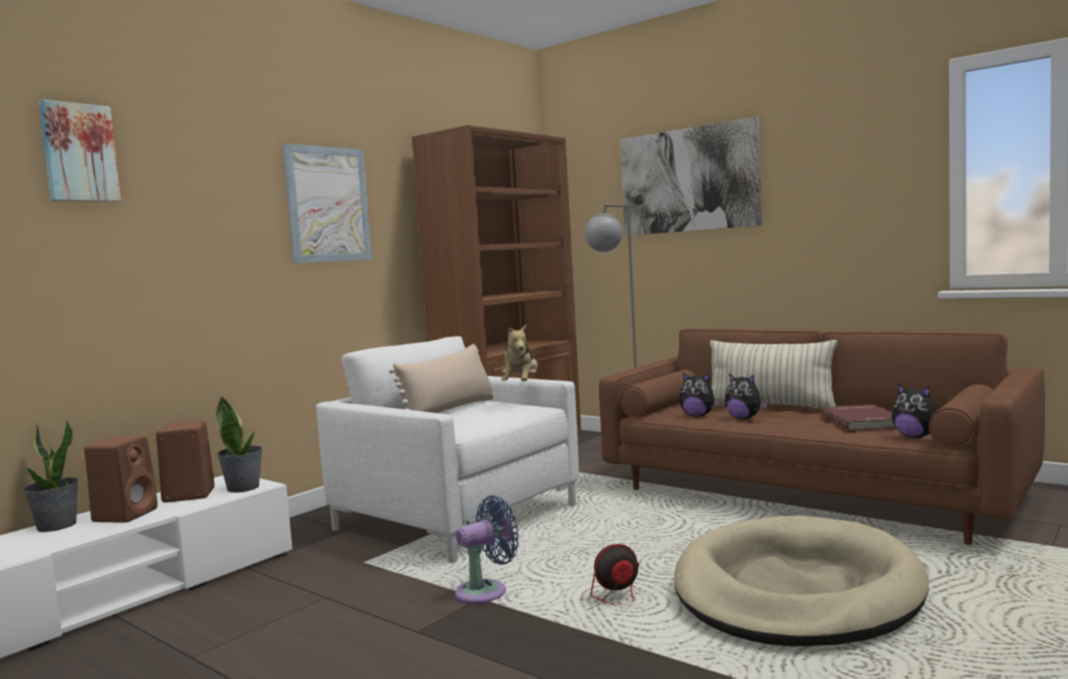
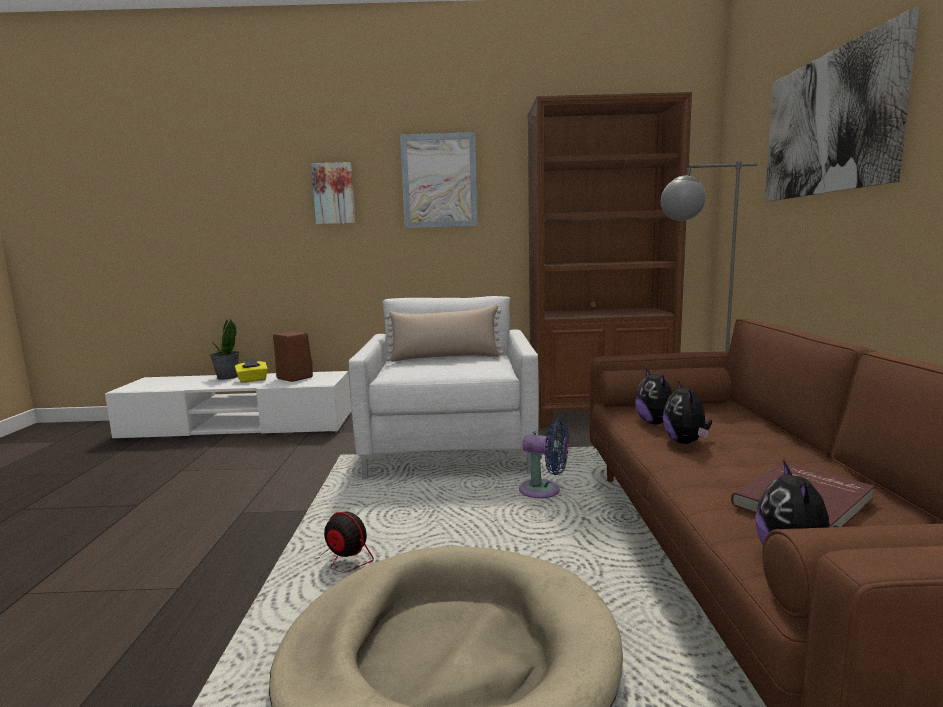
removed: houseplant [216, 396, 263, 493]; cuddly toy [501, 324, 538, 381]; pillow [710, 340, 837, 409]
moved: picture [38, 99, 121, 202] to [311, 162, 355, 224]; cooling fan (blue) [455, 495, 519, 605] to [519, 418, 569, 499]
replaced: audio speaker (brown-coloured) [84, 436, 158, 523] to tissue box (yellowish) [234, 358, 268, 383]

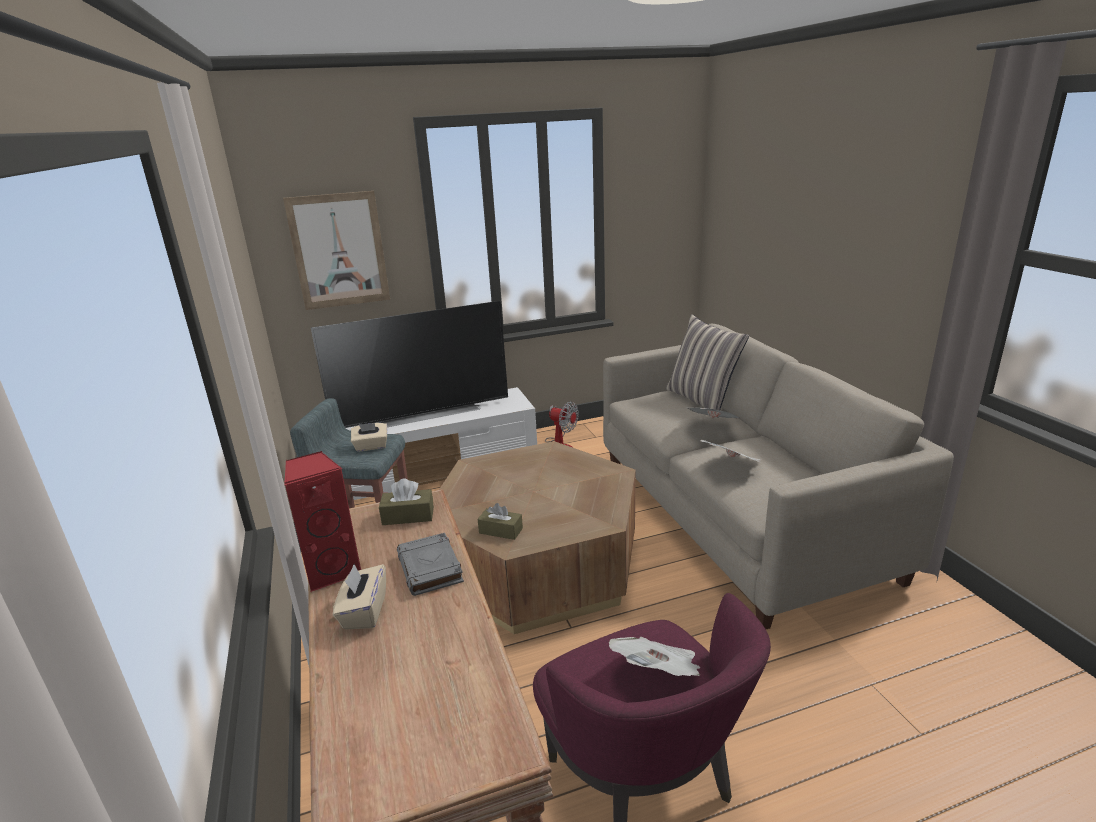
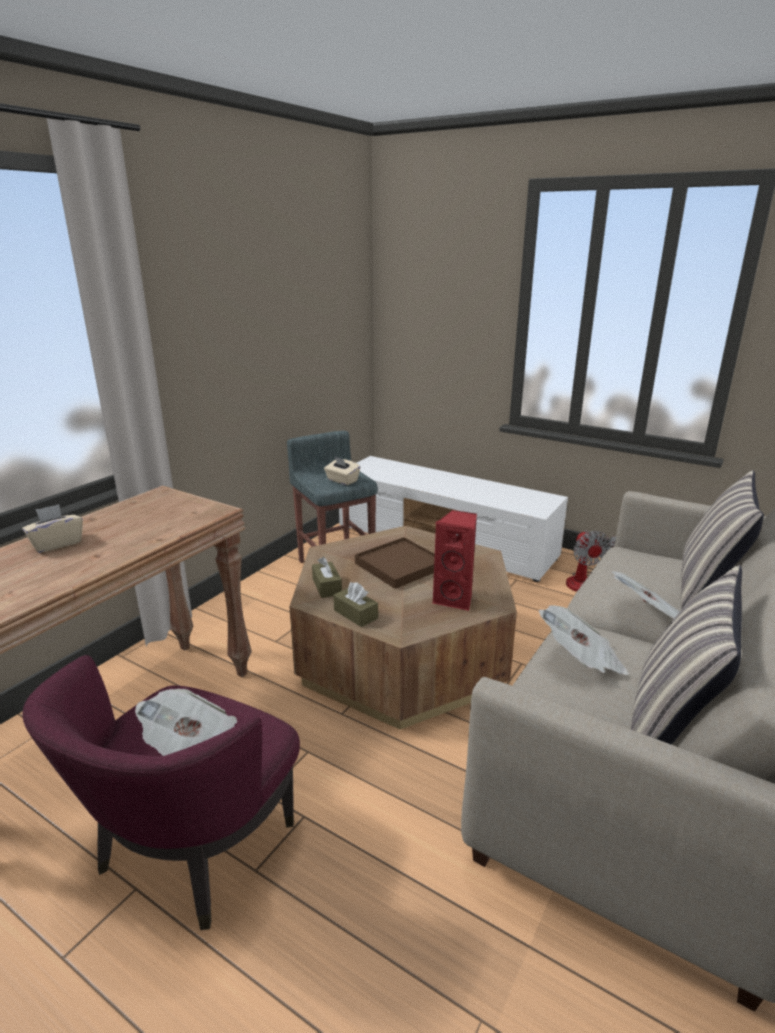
removed: picture [283, 191, 390, 310]; TV [311, 301, 508, 428]; bound book (greyish) [397, 533, 464, 596]
added: tray (brown-coloured) [355, 537, 435, 589]; pillow [631, 564, 742, 744]
moved: audio speaker (red-coloured) [284, 451, 361, 592] to [433, 510, 477, 611]; tissue box (brown-coloured) [379, 478, 434, 525] to [333, 582, 378, 627]

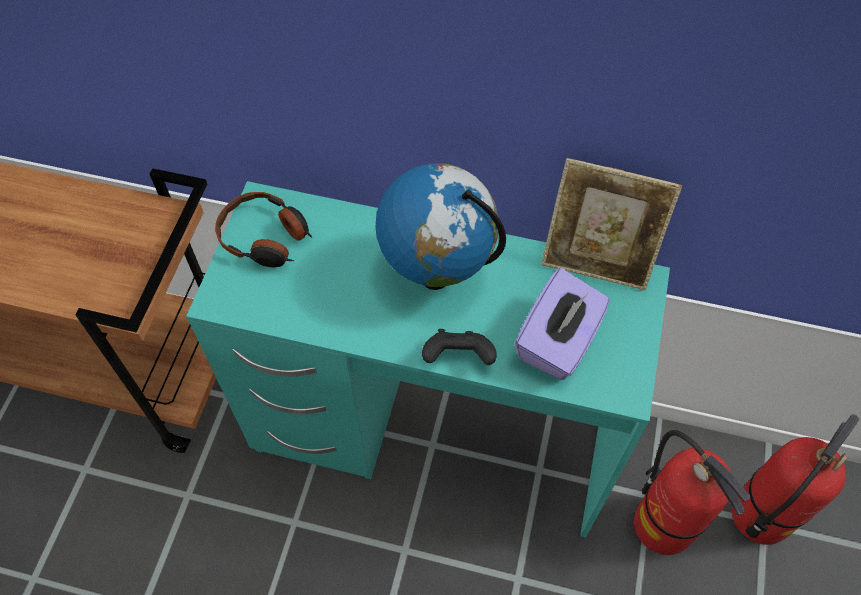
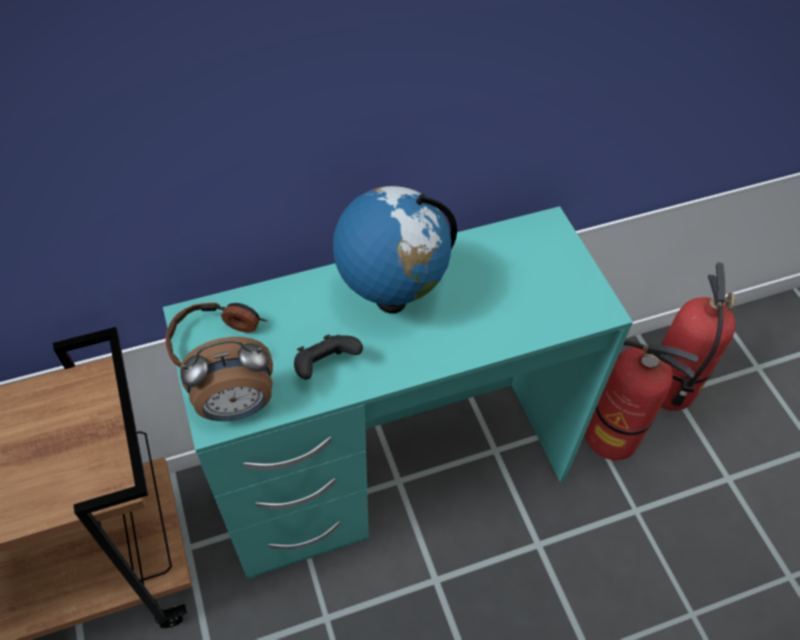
removed: tissue box (purple) [515, 268, 610, 380]; picture frame [541, 158, 682, 290]
added: bedside clock [180, 337, 273, 421]
moved: game controller (black-coloured) [422, 329, 497, 365] to [294, 335, 363, 380]

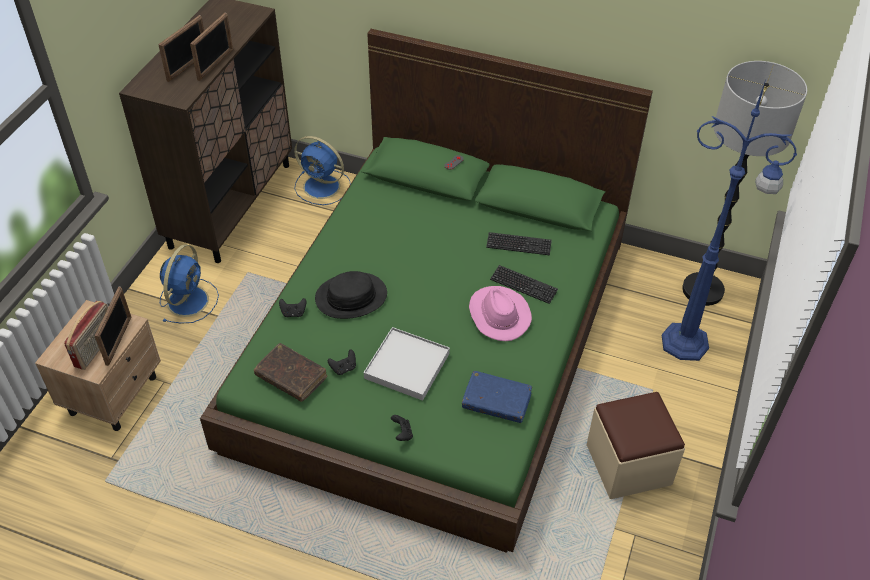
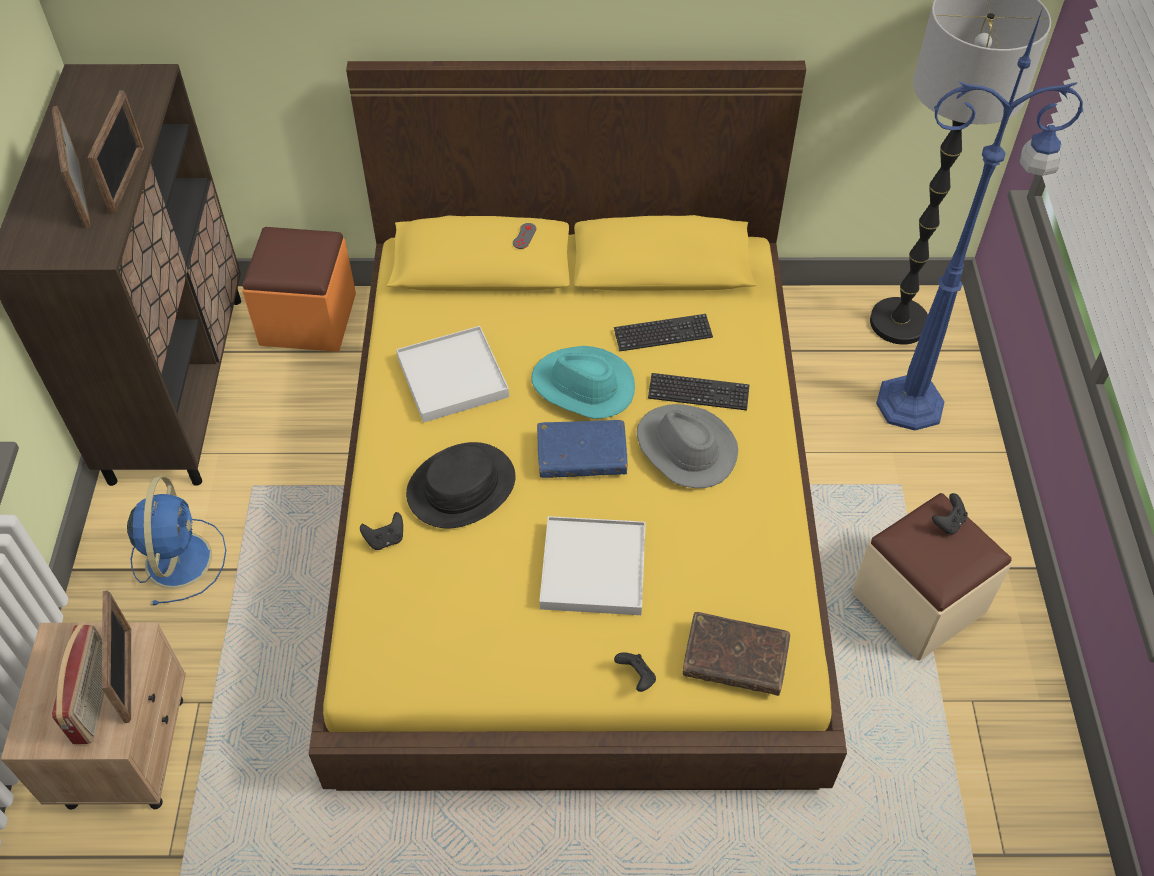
added: tray (white-coloured) [396, 326, 509, 423]; wearable hat (turquoise) [531, 346, 635, 419]
moved: bound book (brown-coloured) [254, 343, 327, 402] to [683, 612, 790, 696]; game controller (black-coloured) [328, 349, 356, 375] to [932, 493, 968, 535]; bound book (blue) [462, 371, 532, 423] to [537, 420, 628, 478]
replaced: cooling fan (blue) [294, 136, 350, 205] to ottoman (orange-coloured) [242, 227, 356, 352]
recoloured: bed (green-coloured) [200, 29, 653, 553] to bed (yellowish) [308, 61, 847, 791]; wearable hat (pink) [469, 286, 532, 341] to wearable hat (greyish) [637, 404, 738, 488]
turned: picture frame [158, 15, 204, 82] = [52, 106, 91, 228] 150 degrees clockwise

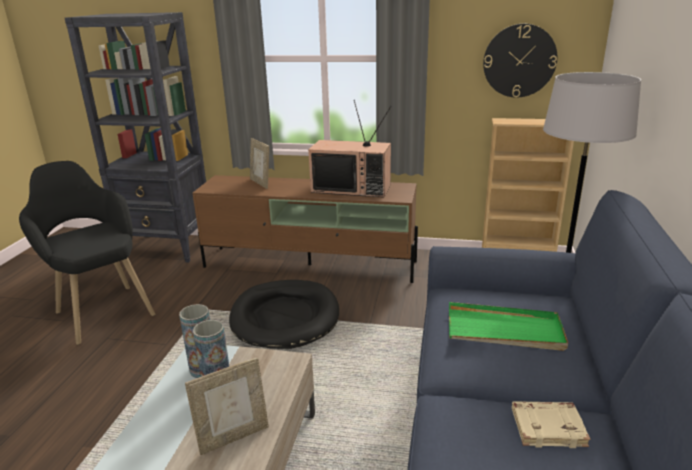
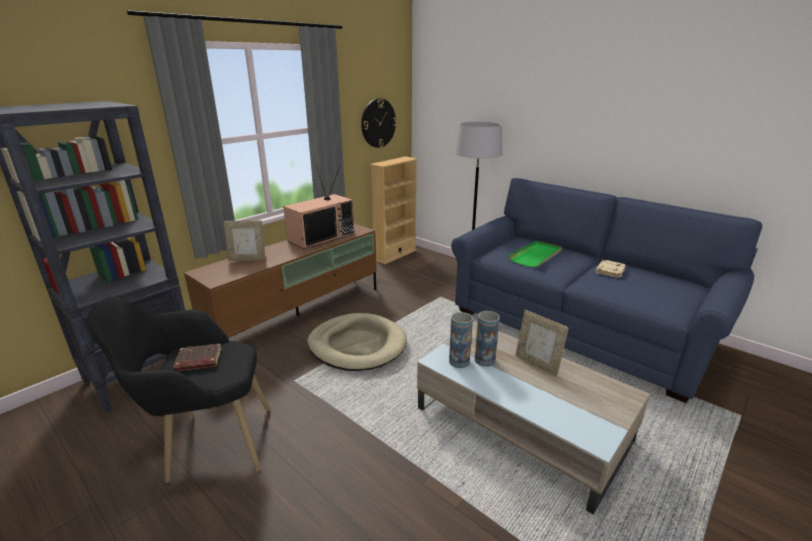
added: bound book (brown-coloured) [173, 344, 221, 371]
recoloured: dog bed (black-coloured) [229, 280, 339, 349] to dog bed (beige) [307, 313, 407, 371]
turned: picture frame [185, 358, 269, 455] = [515, 310, 569, 376] 135 degrees clockwise

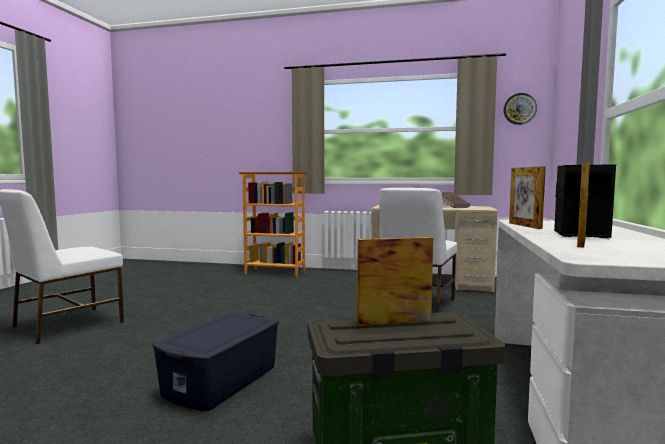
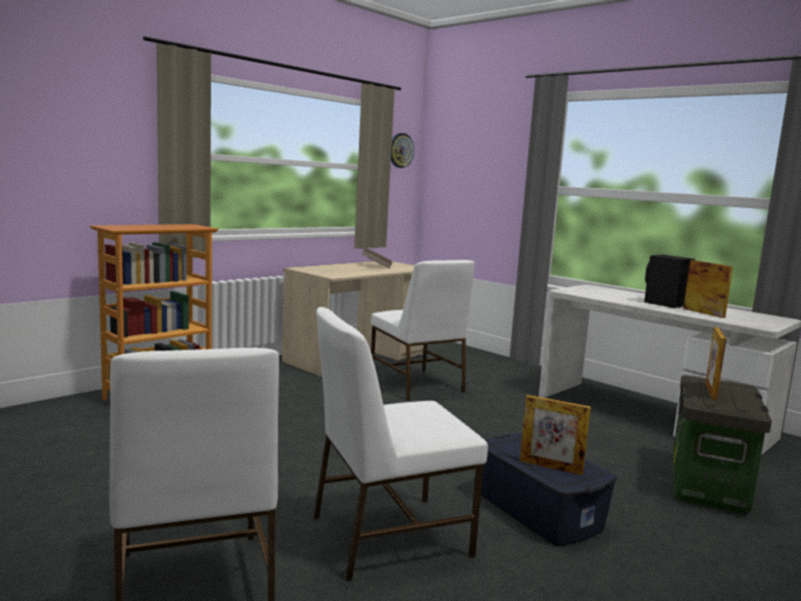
added: chair (white-coloured) [314, 307, 488, 581]
moved: picture frame [509, 166, 546, 229] to [520, 395, 591, 475]

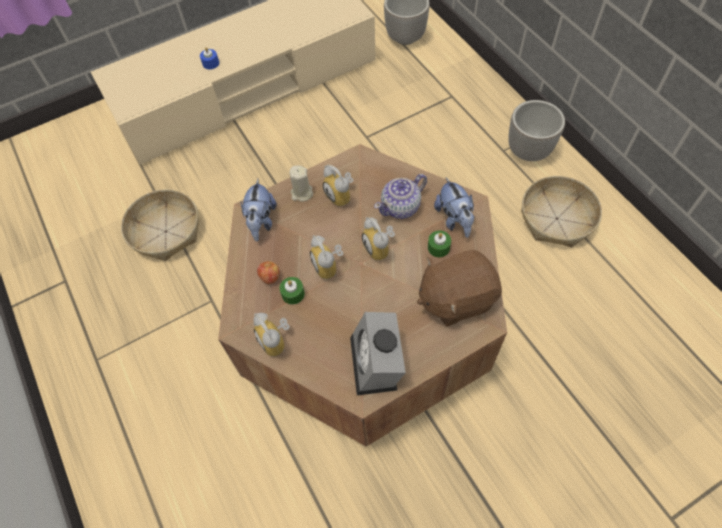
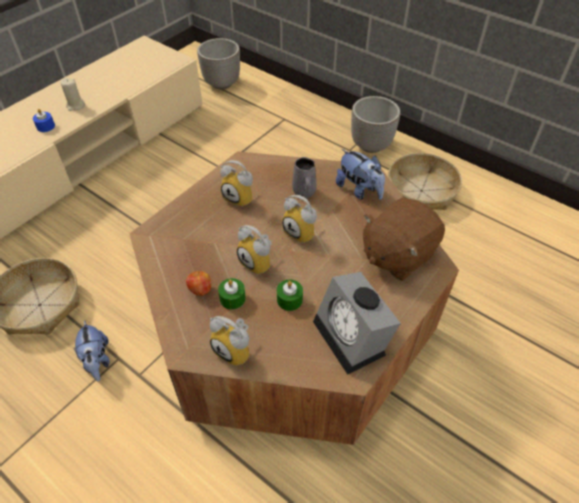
moved: cuddly toy [241, 179, 277, 241] to [73, 320, 110, 381]; candle (beige) [290, 165, 313, 202] to [61, 78, 85, 111]; candle (green-coloured) [428, 231, 451, 257] to [277, 280, 303, 311]
replaced: tea pot [374, 174, 427, 219] to tea mug (greyish) [292, 157, 316, 198]

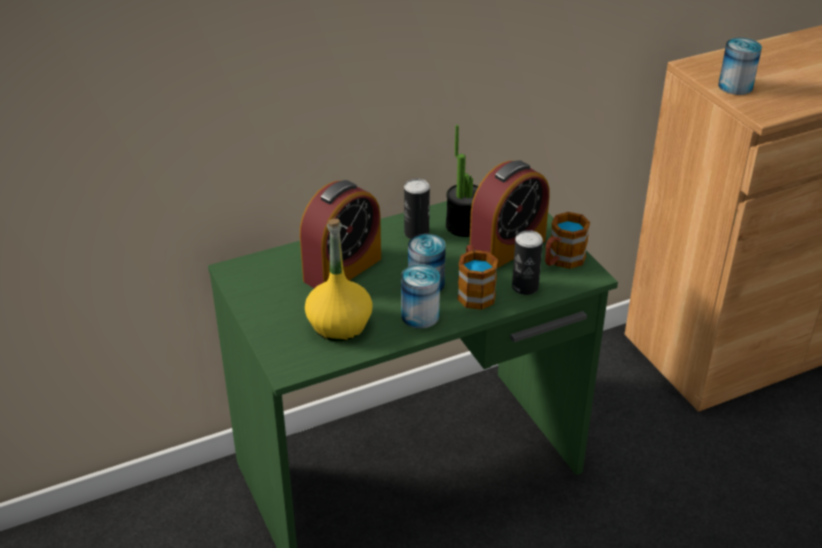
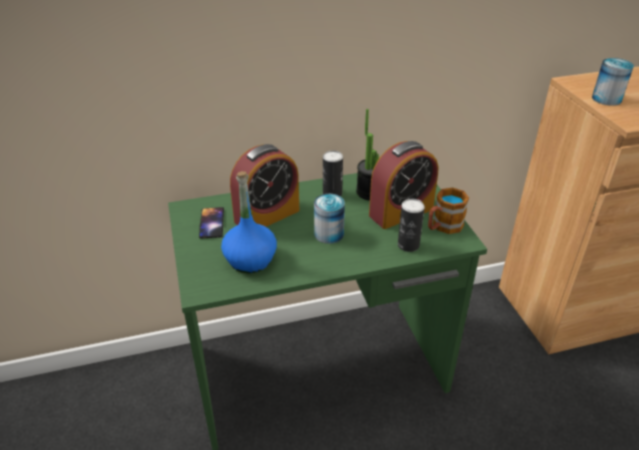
removed: can [401, 264, 440, 329]; tea mug [457, 245, 498, 310]
added: telephone [199, 207, 224, 239]
recoloured: bottle (yellowish) [305, 219, 373, 341] to bottle (blue) [221, 171, 277, 273]

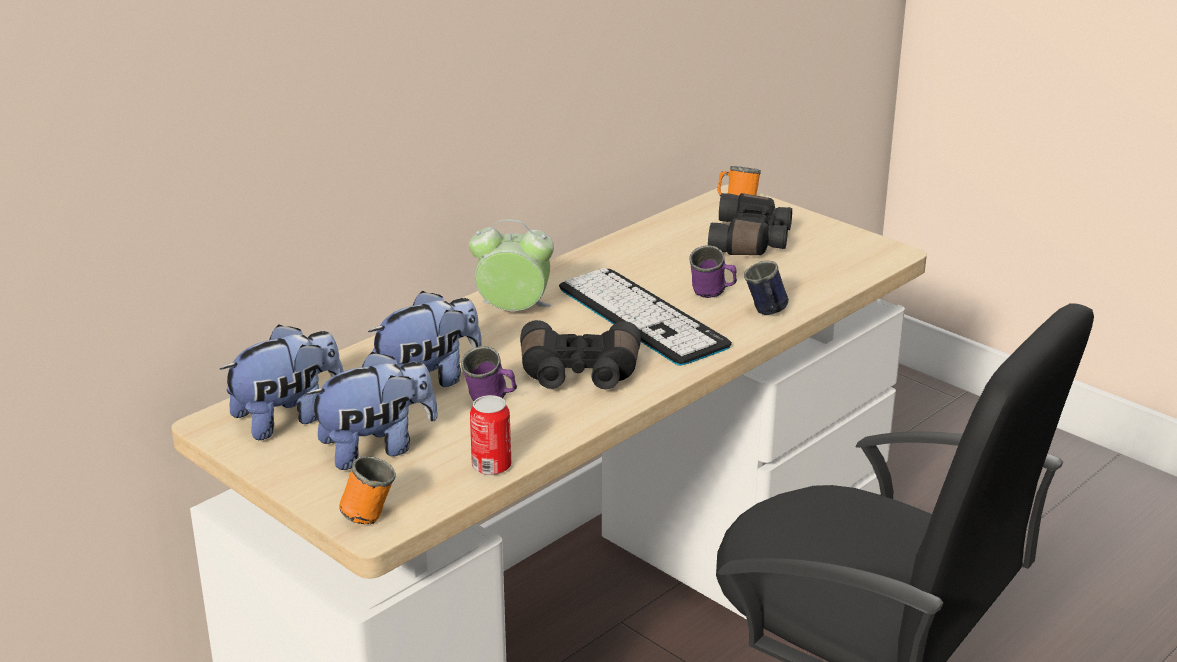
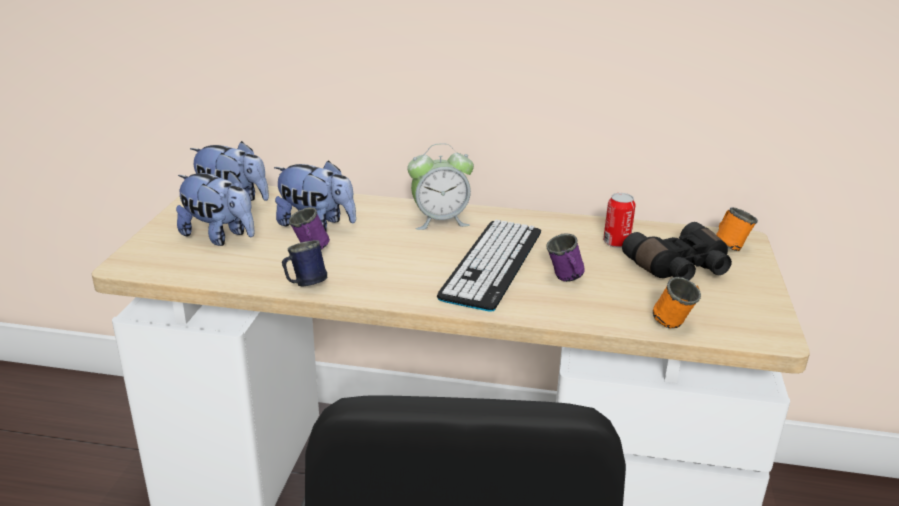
removed: binoculars (black-coloured) [520, 320, 641, 390]
moved: tea mug (orange-coloured) [339, 457, 396, 524] to [653, 277, 701, 329]; can [470, 395, 511, 475] to [603, 193, 636, 248]; tea mug (blue) [744, 261, 789, 315] to [282, 240, 328, 287]
turned: bedside clock [469, 219, 554, 311] = [407, 143, 474, 230] 105 degrees clockwise

